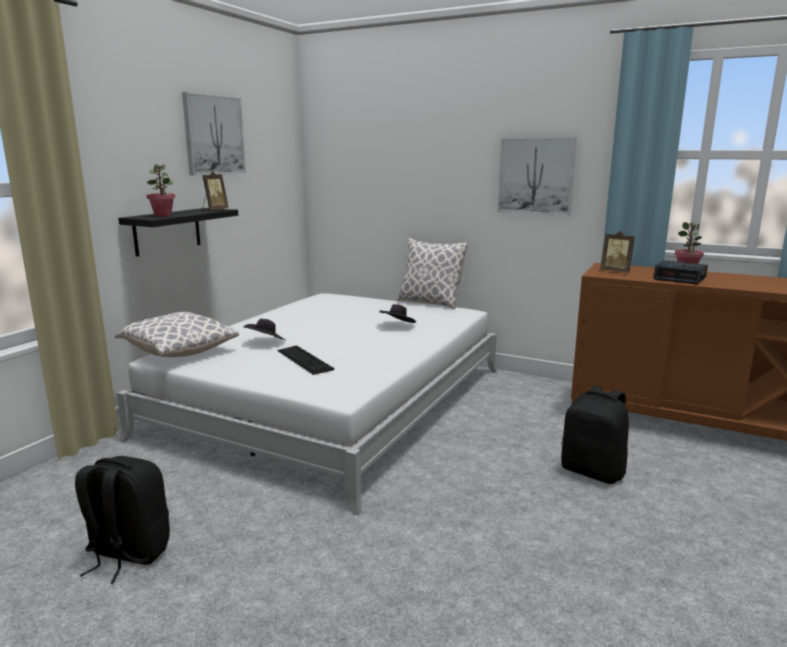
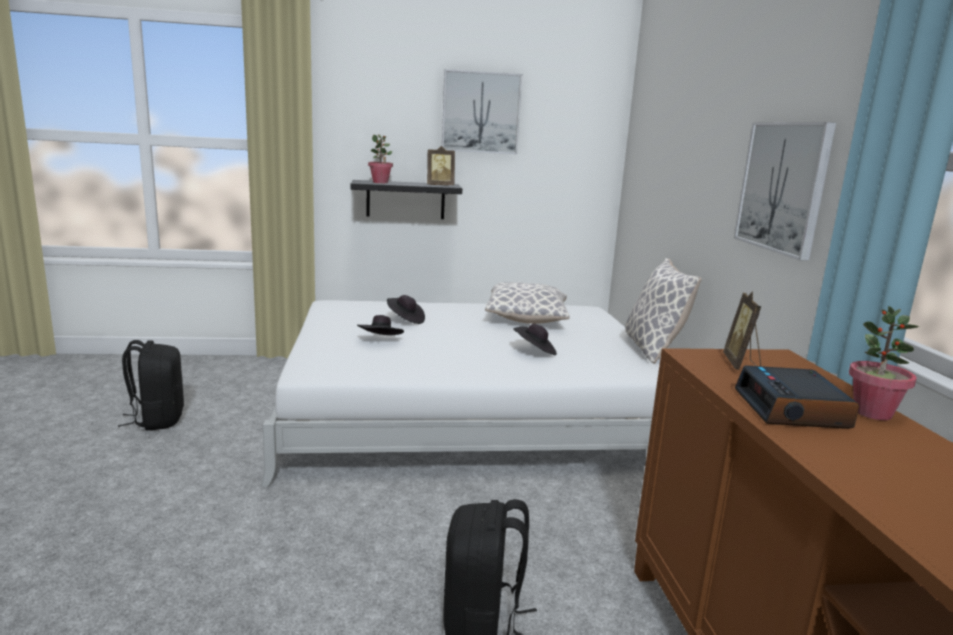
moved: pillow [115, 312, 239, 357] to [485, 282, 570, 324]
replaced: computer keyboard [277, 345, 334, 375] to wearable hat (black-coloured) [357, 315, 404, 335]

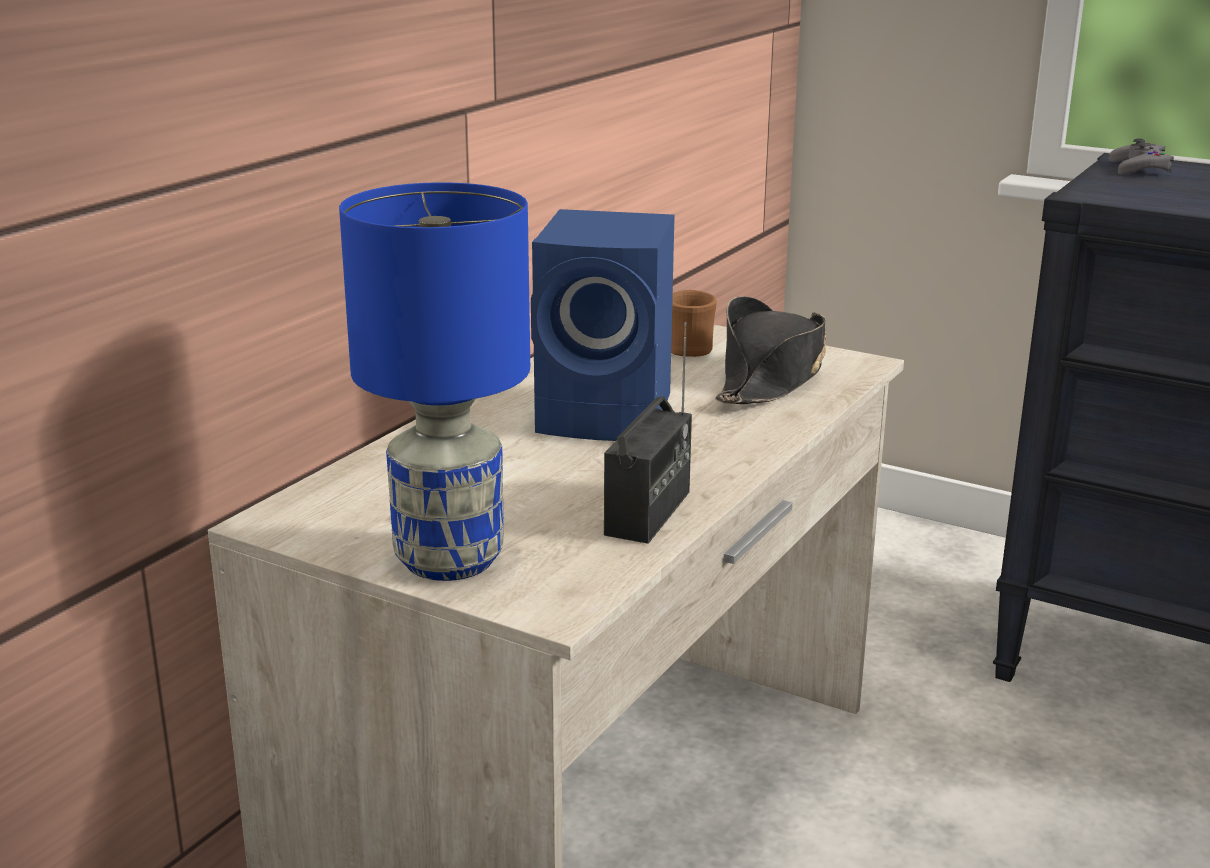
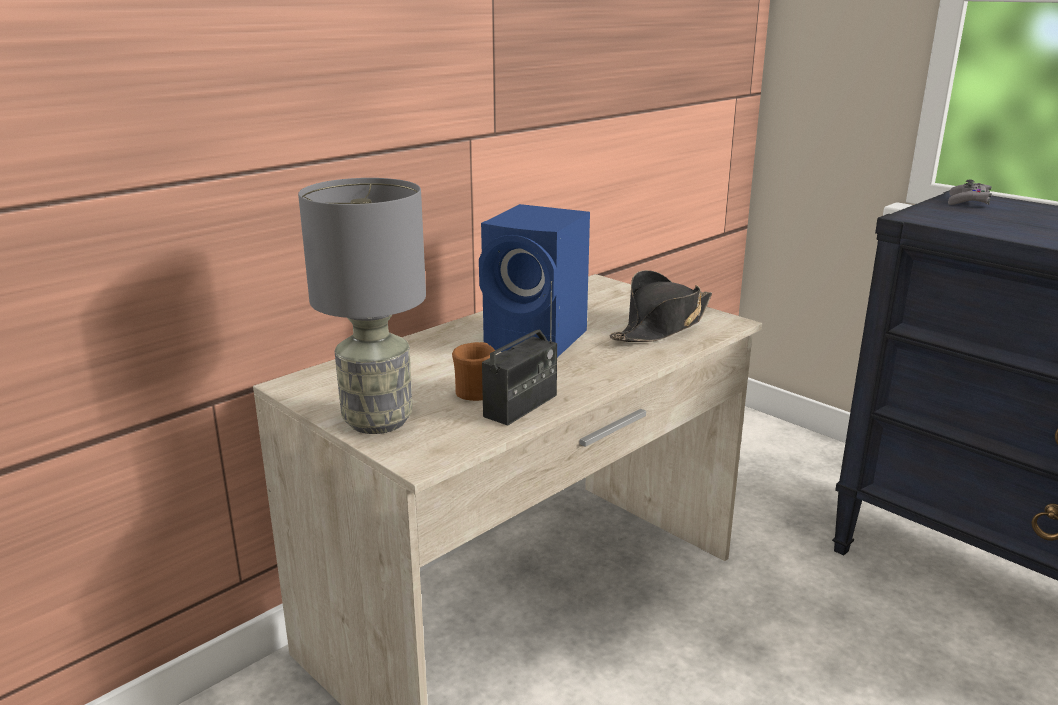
moved: tea mug (brown-coloured) [671, 290, 717, 357] to [452, 342, 495, 401]
recoloured: tabletop lamp (blue) [339, 182, 530, 581] to tabletop lamp (greyish) [298, 178, 426, 434]

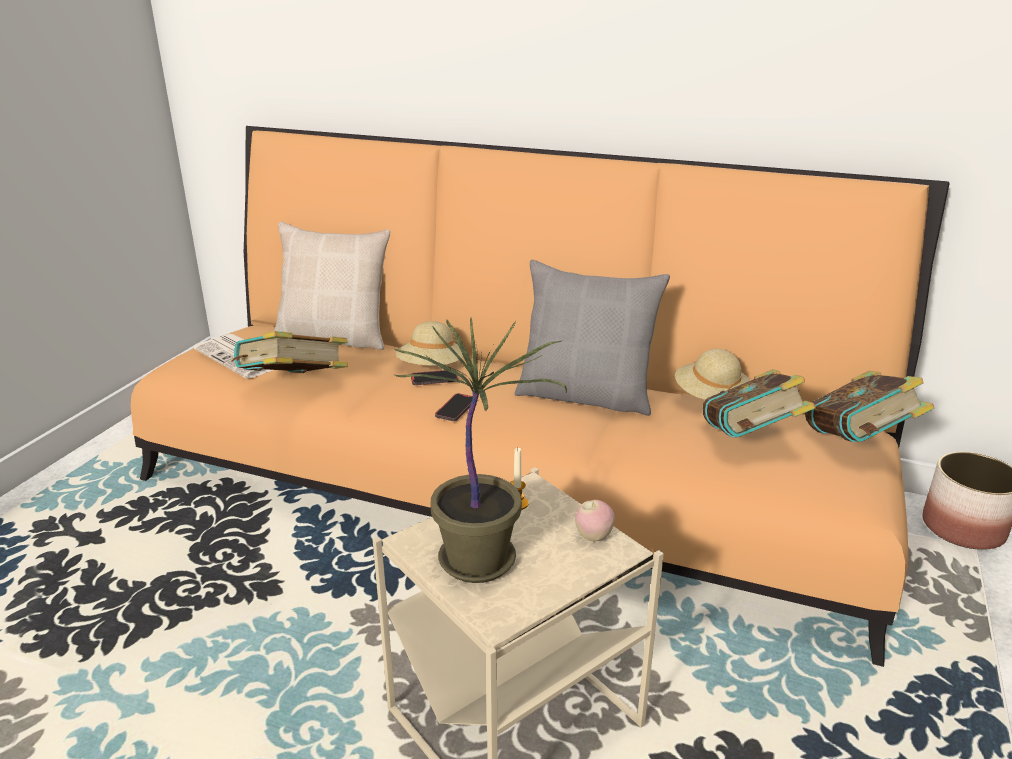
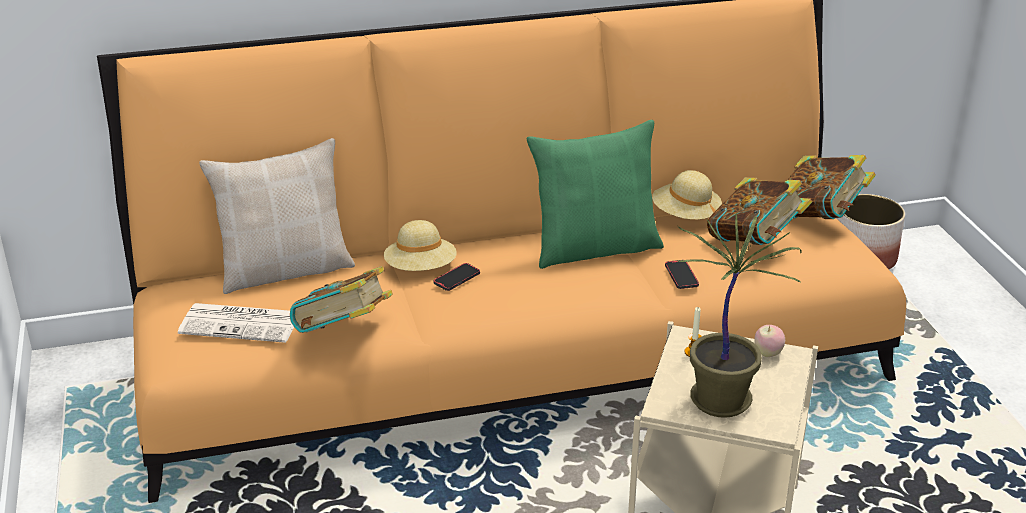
moved: telephone [435, 393, 473, 421] to [665, 260, 699, 289]
recoloured: pillow (greyish) [515, 260, 670, 416] to pillow (green-coloured) [527, 120, 664, 269]

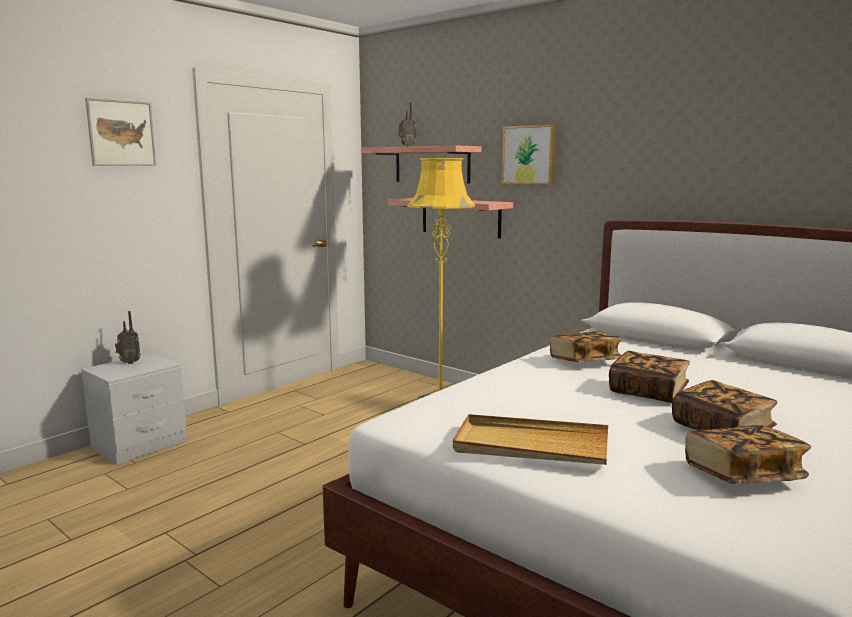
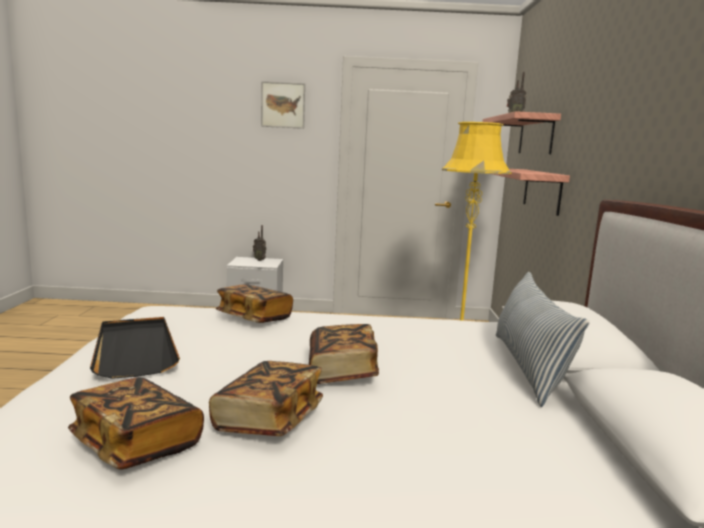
removed: picture [502, 125, 556, 185]
added: pillow [496, 272, 590, 407]
moved: bound book [550, 332, 622, 362] to [216, 284, 293, 323]
recoloured: tray (beige) [453, 414, 608, 465] to tray (black-coloured) [90, 317, 180, 379]

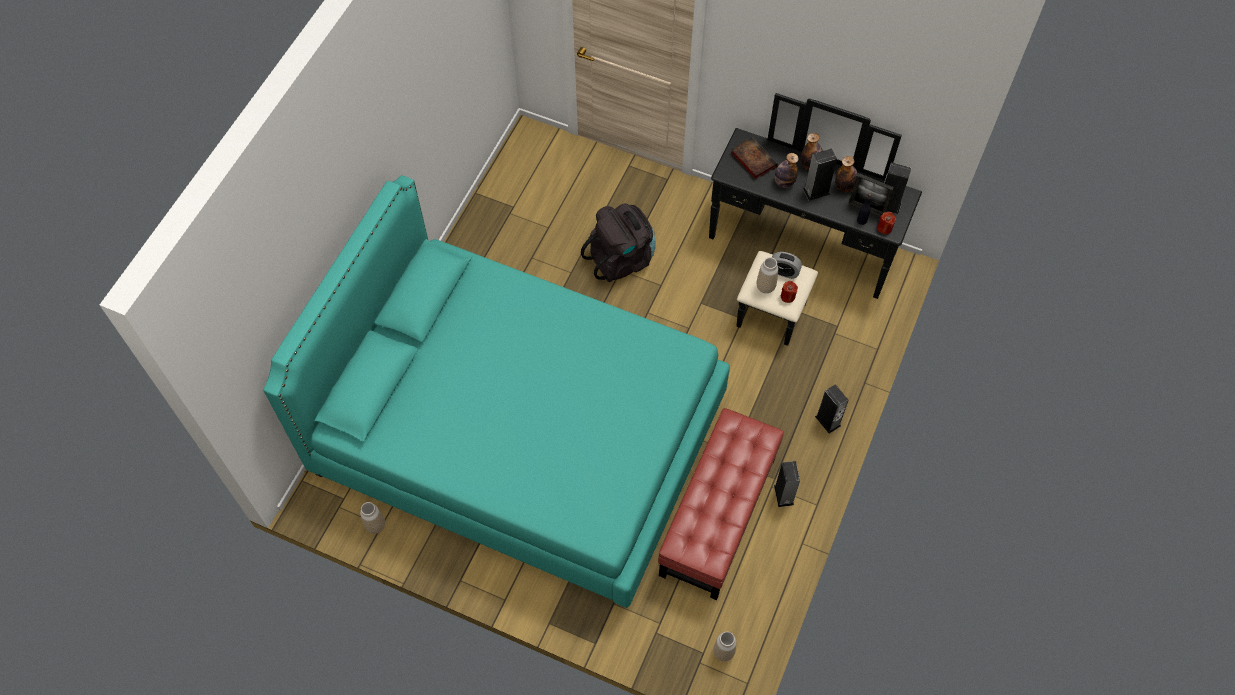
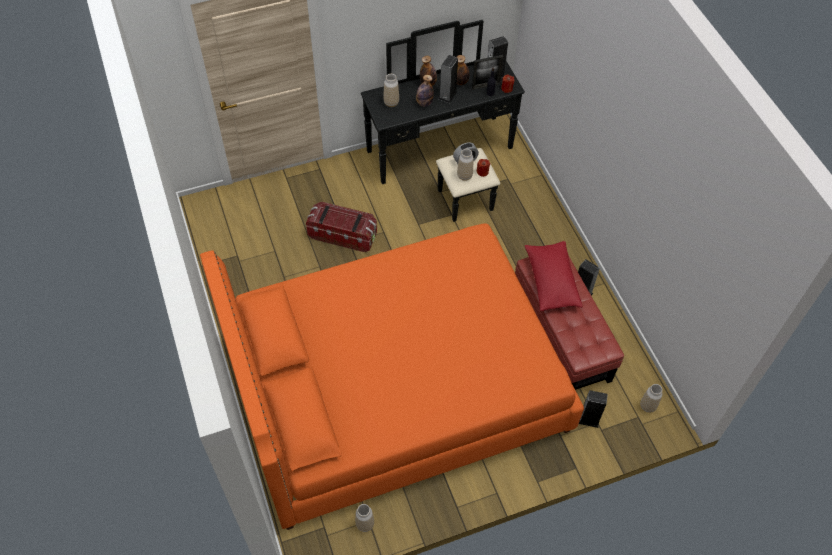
added: pillow (red-coloured) [525, 241, 583, 311]
moved: audio speaker [815, 384, 849, 434] to [579, 390, 608, 428]
replaced: backpack (black-coloured) [581, 203, 656, 282] to storage box [306, 202, 377, 253]; bound book [731, 137, 778, 180] to decorative vase [383, 74, 399, 107]
recoloured: bed (turquoise) [263, 176, 730, 608] to bed (orange-coloured) [200, 223, 584, 530]

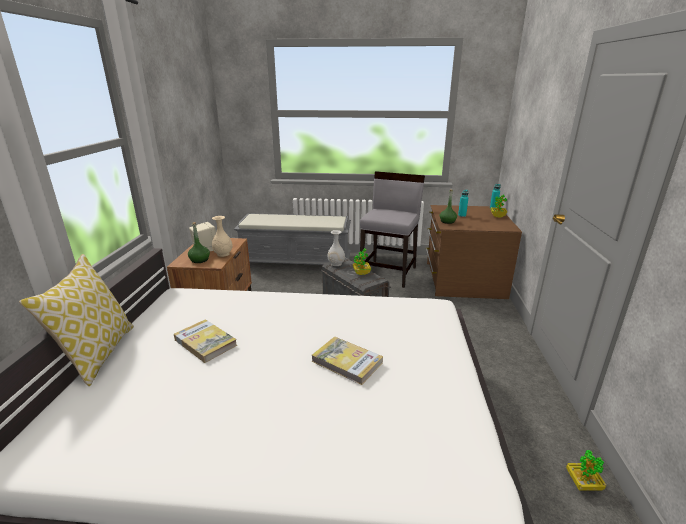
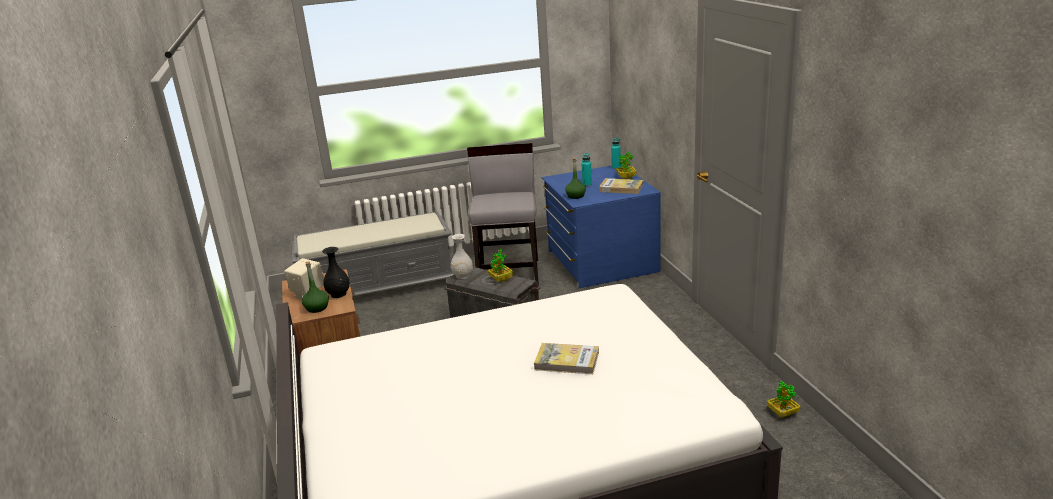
removed: pillow [19, 254, 134, 386]
moved: bound book [174, 319, 237, 363] to [599, 178, 643, 194]
recoloured: decorative vase (beige) [212, 216, 232, 257] to decorative vase (black-coloured) [322, 247, 350, 298]; dresser (brown-coloured) [426, 205, 522, 299] to dresser (blue) [542, 165, 661, 288]

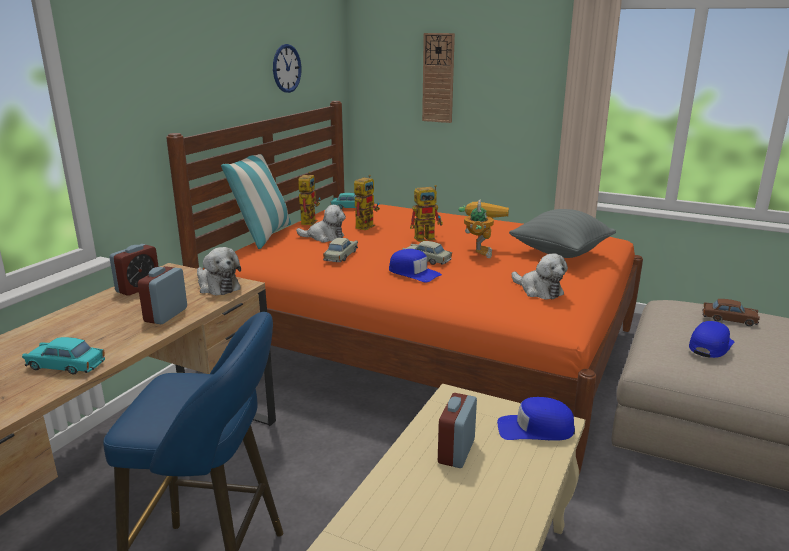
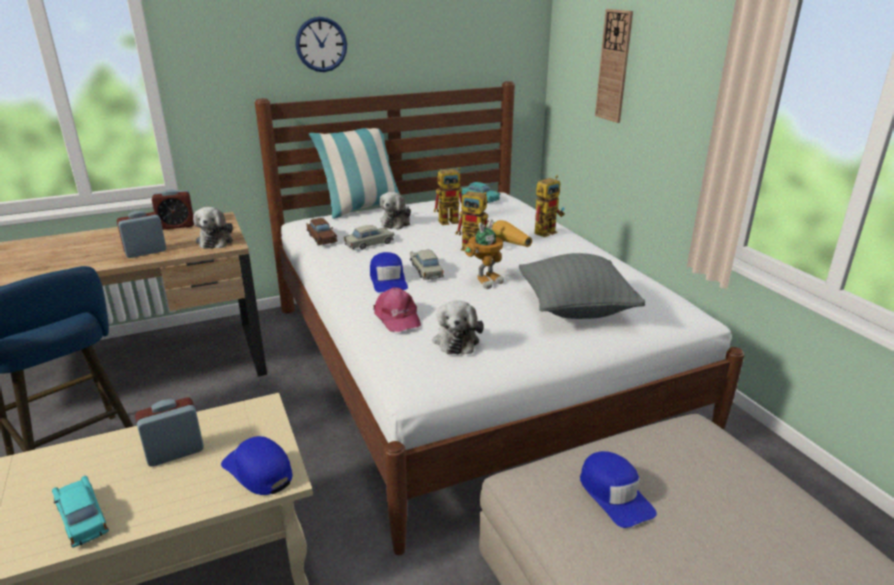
added: cap (pink) [373, 287, 421, 332]
moved: toy car (turquoise) [22, 337, 105, 375] to [52, 476, 109, 548]; hanging clock [273, 44, 302, 93] to [295, 17, 347, 72]; toy robot [298, 171, 320, 225] to [534, 175, 565, 237]; toy car (brown-coloured) [702, 299, 760, 326] to [306, 218, 338, 246]
recoloured: bed (orange-coloured) [166, 101, 643, 474] to bed (white-coloured) [255, 81, 745, 555]
turned: cuddly toy [296, 204, 346, 242] = [379, 192, 411, 230] 60 degrees clockwise; cap (blue) [689, 321, 734, 358] = [580, 451, 657, 528] 75 degrees clockwise

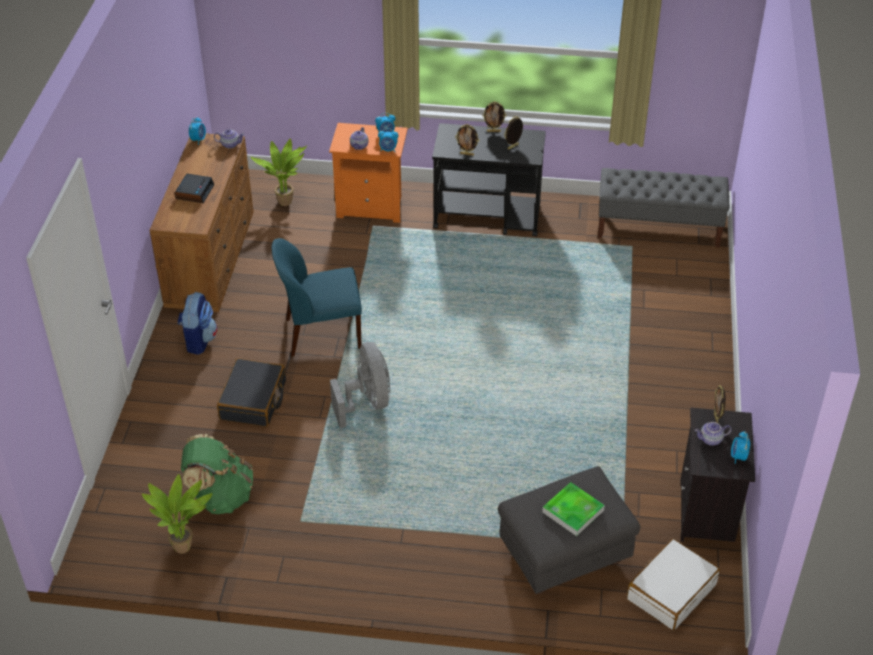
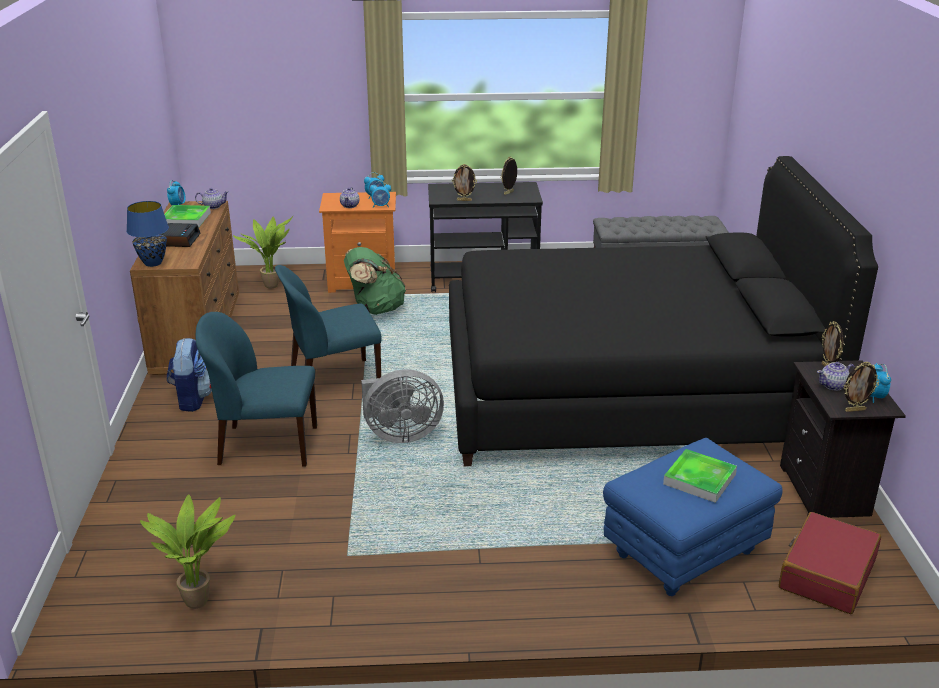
added: tabletop lamp (blue) [127, 201, 169, 267]; tray [164, 205, 211, 227]; bed (black-coloured) [449, 156, 878, 466]
moved: backpack (green-coloured) [181, 434, 253, 514] to [344, 247, 406, 315]; picture frame [482, 102, 507, 132] to [844, 362, 879, 412]
replaced: suitcase (black-coloured) [217, 358, 286, 427] to chair (blue) [196, 312, 317, 467]
recoloured: ottoman (greyish) [498, 466, 640, 594] to ottoman (blue) [603, 438, 783, 596]; suitcase (white-coloured) [627, 539, 720, 630] to suitcase (red-coloured) [779, 512, 881, 614]
turned: cooling fan (greyish) [330, 342, 390, 428] = [361, 369, 444, 443] 105 degrees clockwise

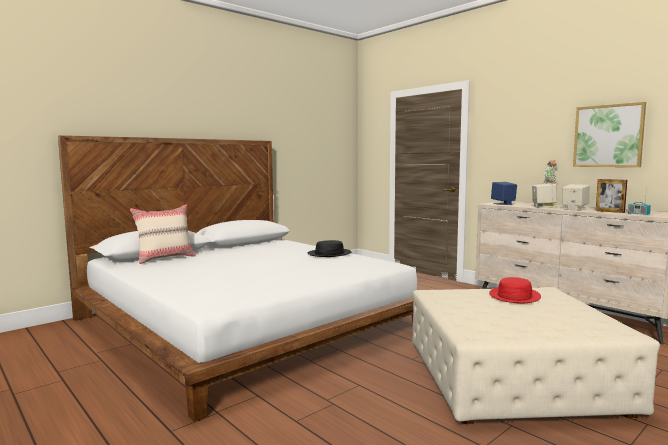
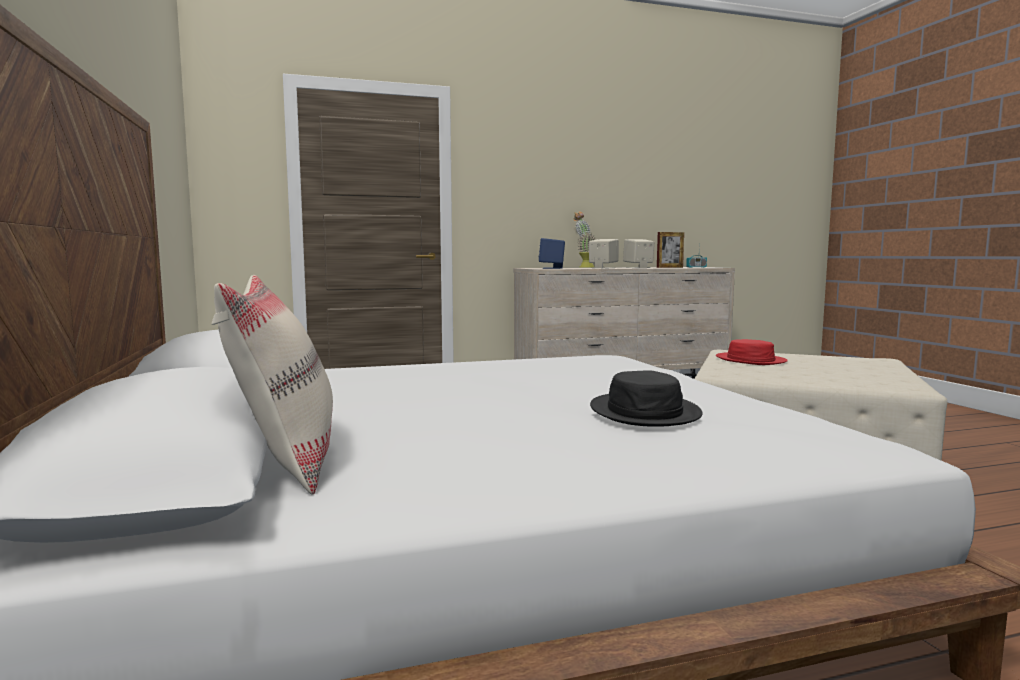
removed: picture [573, 102, 646, 167]
moved: wearable hat (black-coloured) [308, 240, 351, 257] to [590, 370, 703, 427]

